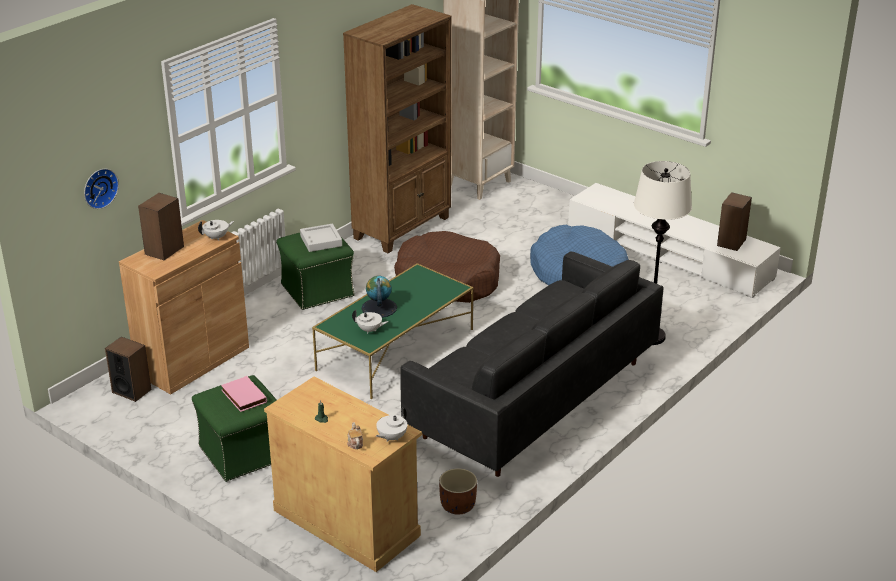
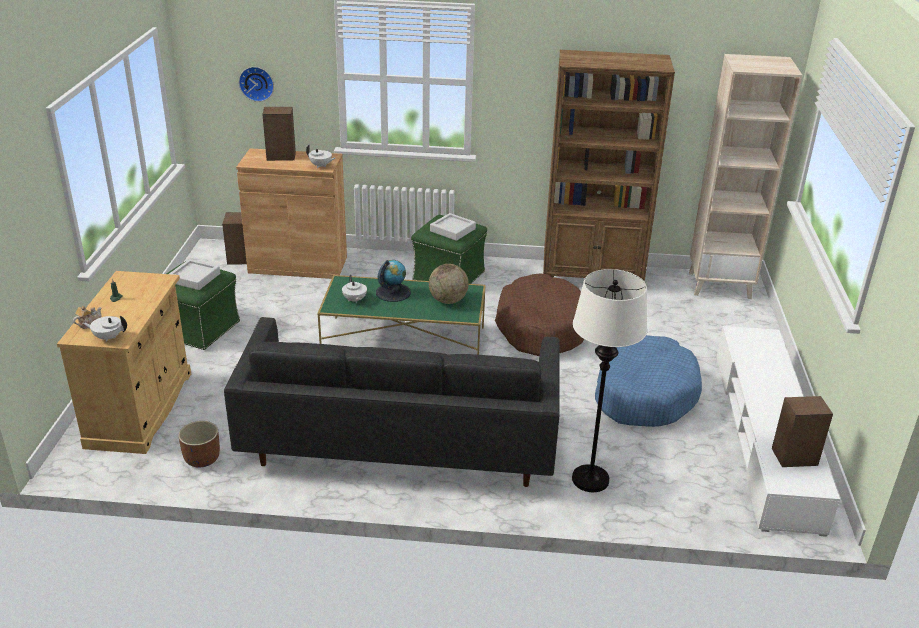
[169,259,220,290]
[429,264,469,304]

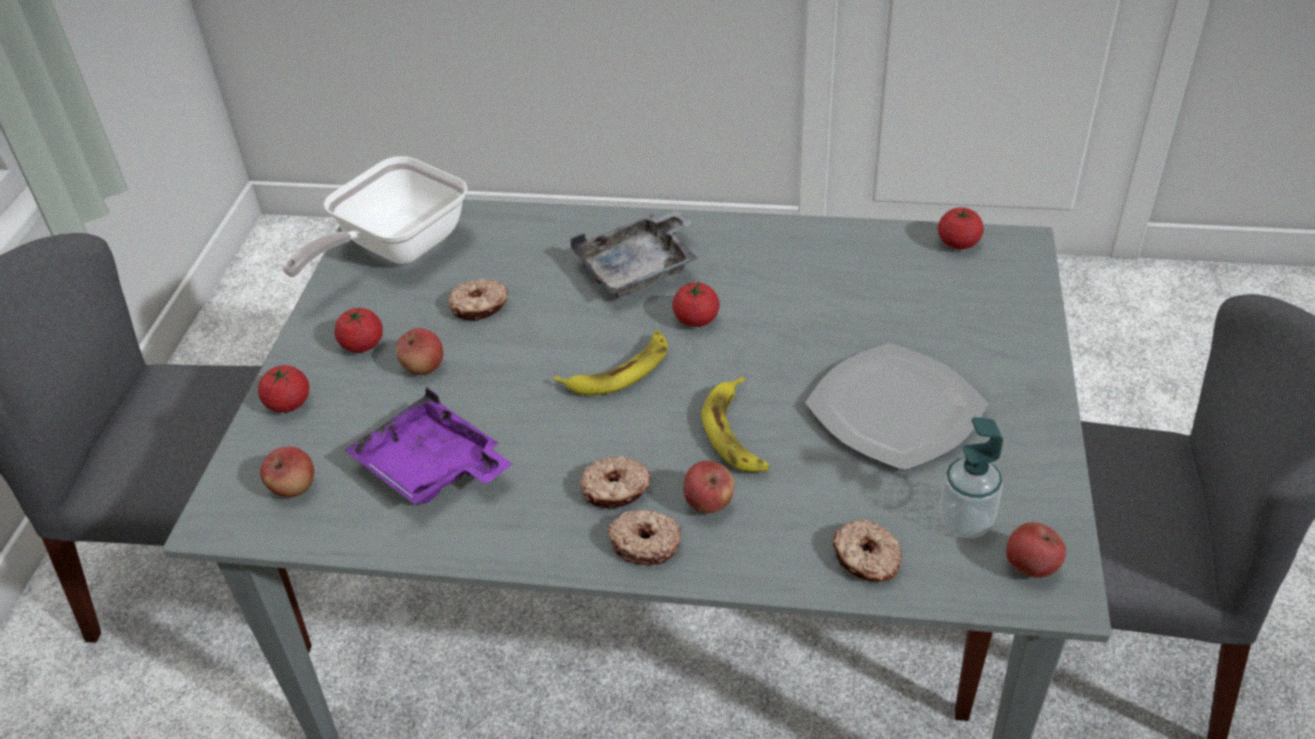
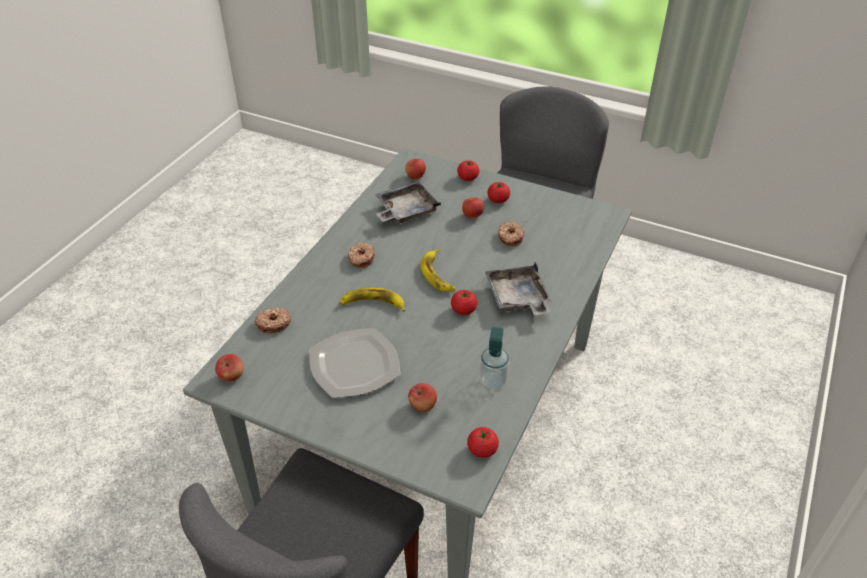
[283,156,467,277] (first image)
[375,181,441,223]
[479,327,509,389]
[408,383,437,412]
[607,510,681,565] (first image)

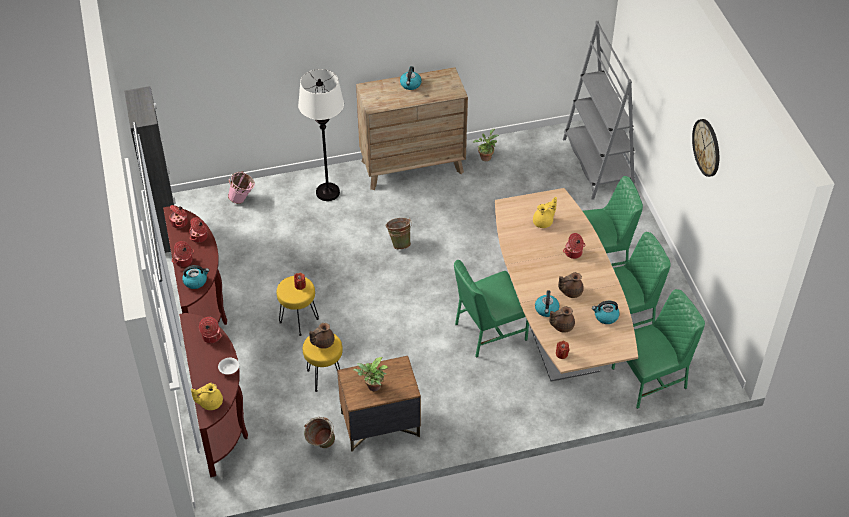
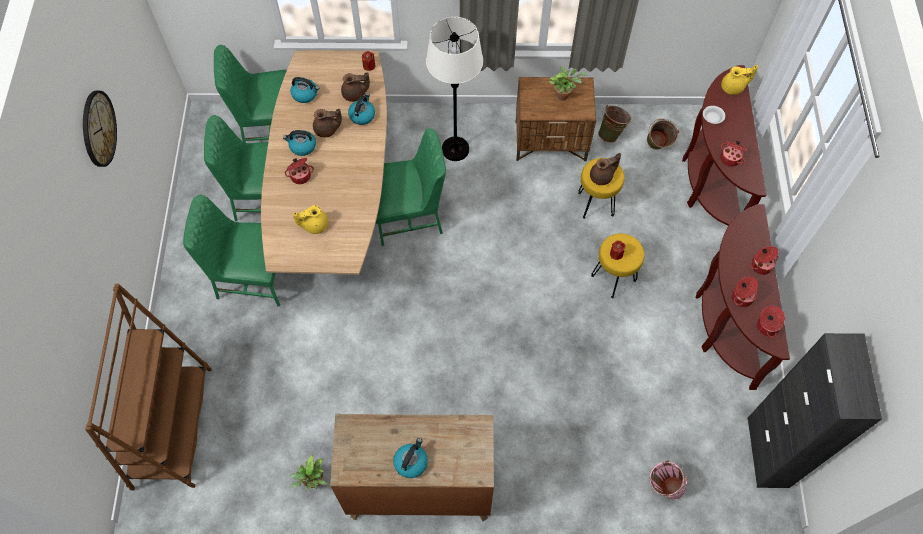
[85,284,212,490]
[426,17,483,161]
[647,119,679,149]
[283,130,316,156]

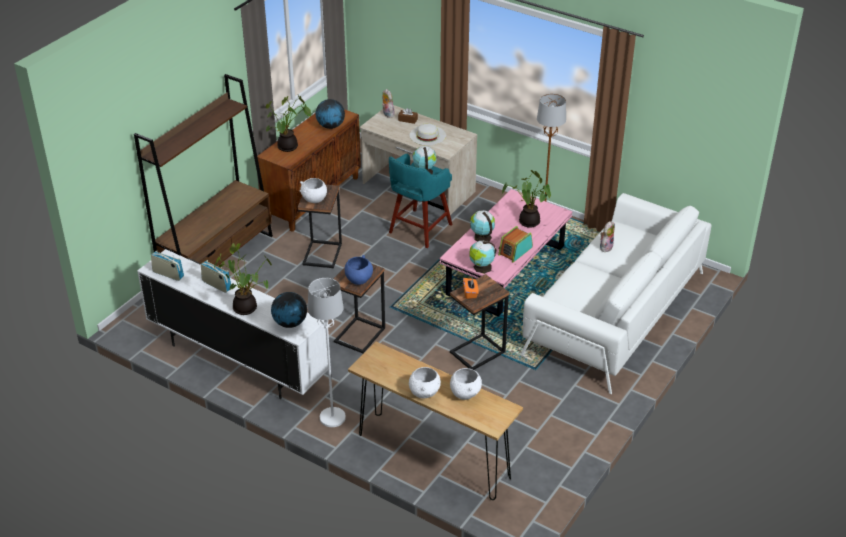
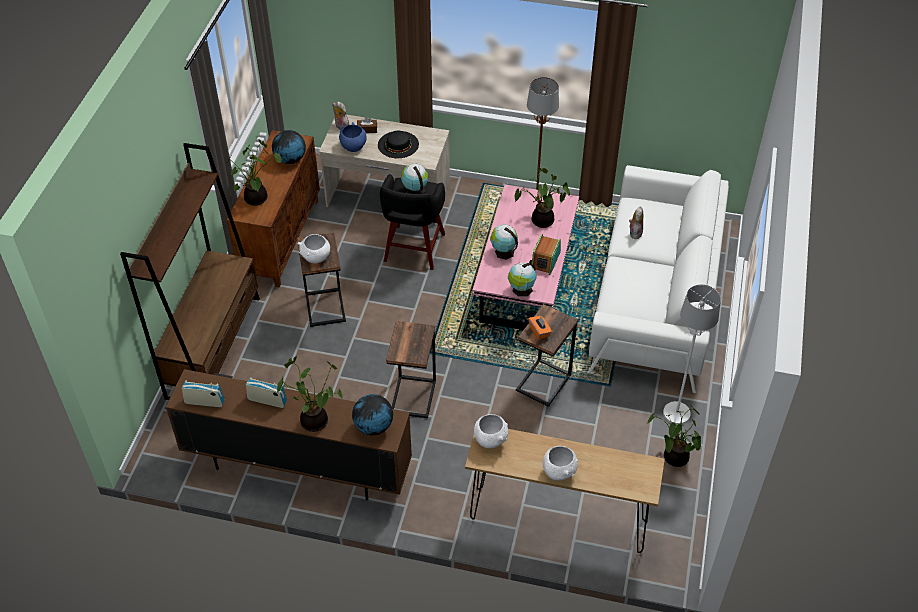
[378,131,419,158]
[380,174,445,270]
[166,369,412,500]
[339,122,367,152]
[663,284,721,425]
[474,414,508,449]
[647,407,701,467]

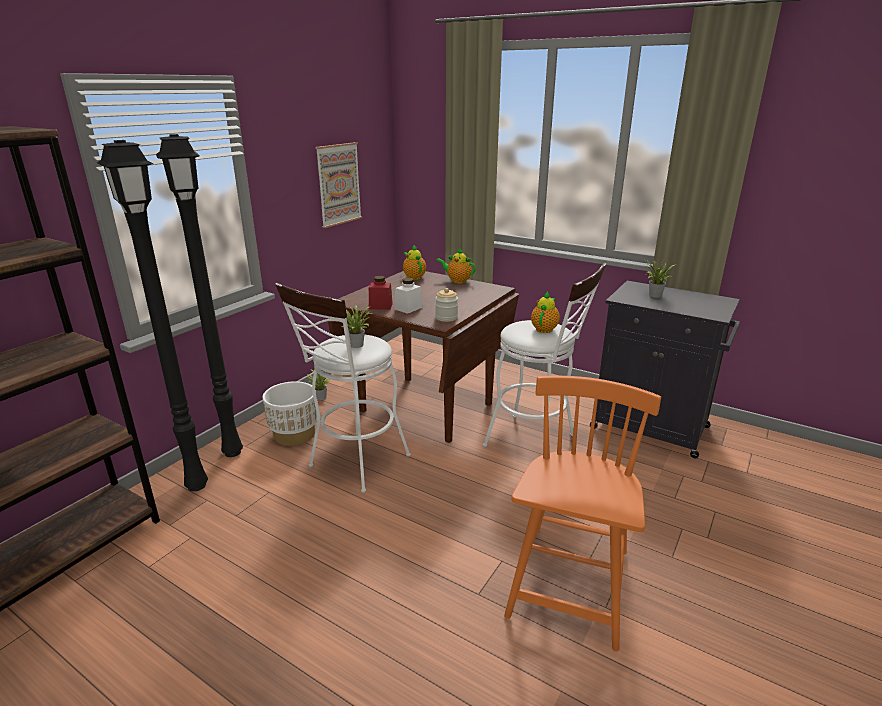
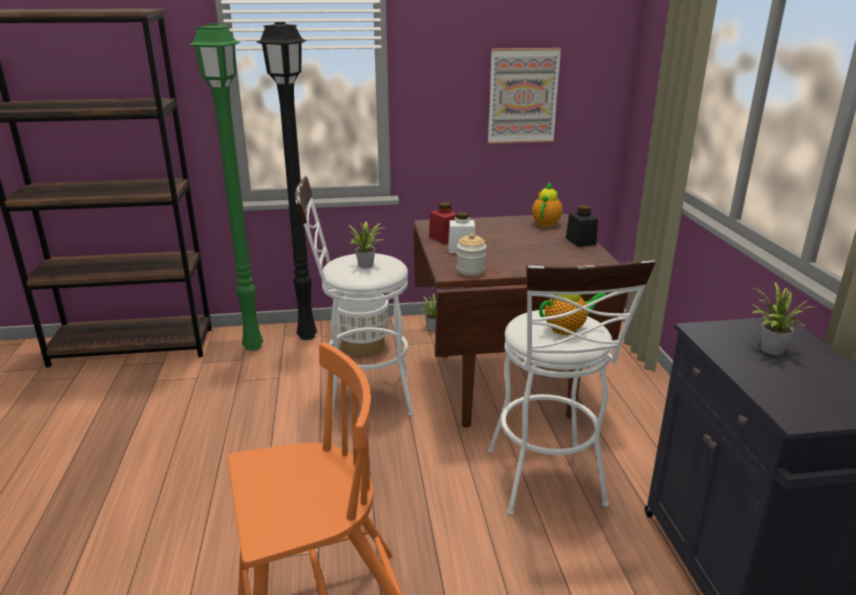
[189,23,263,351]
[566,205,598,247]

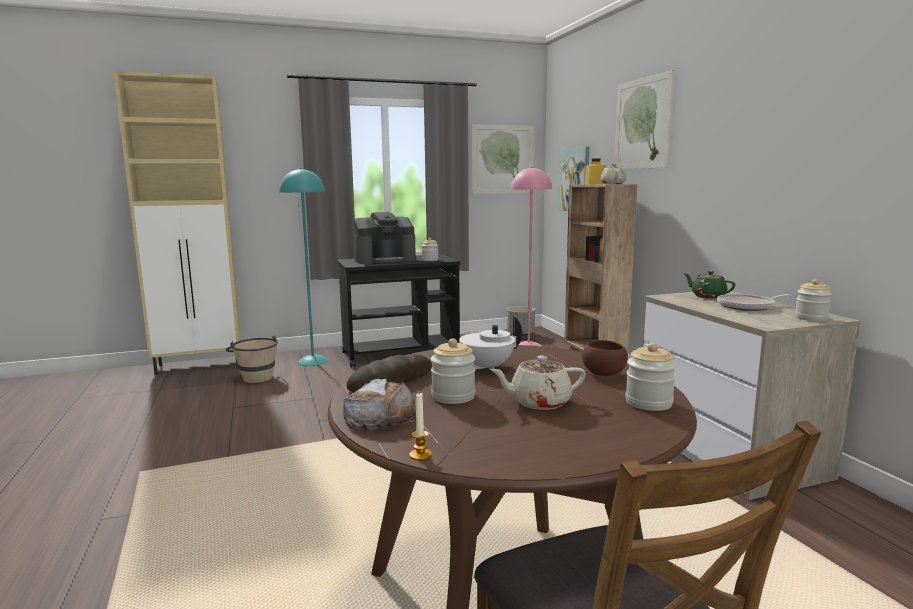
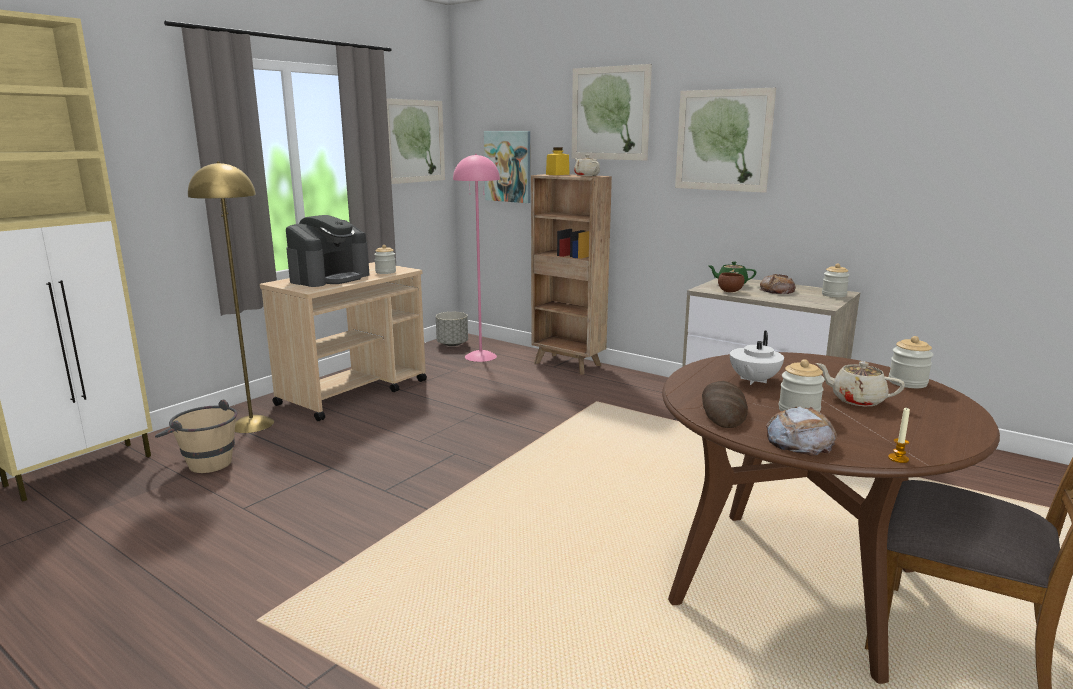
[188,161,274,433]
[260,262,427,421]
[760,274,796,294]
[718,272,745,292]
[816,361,905,406]
[675,88,776,193]

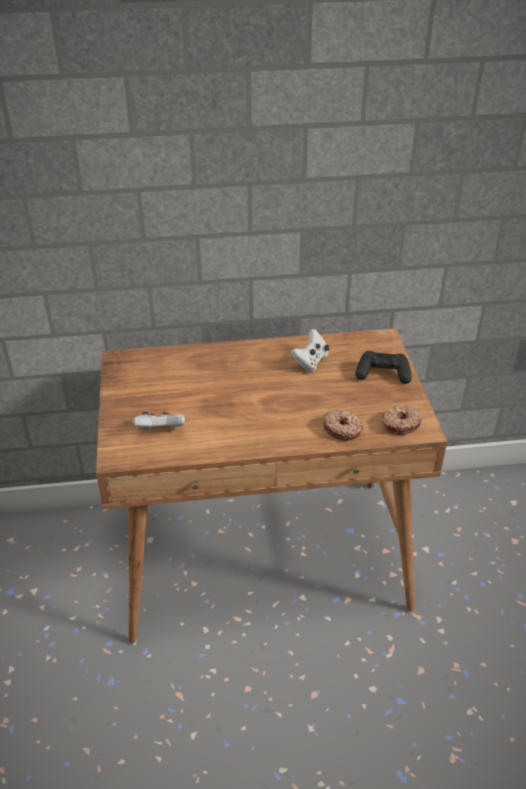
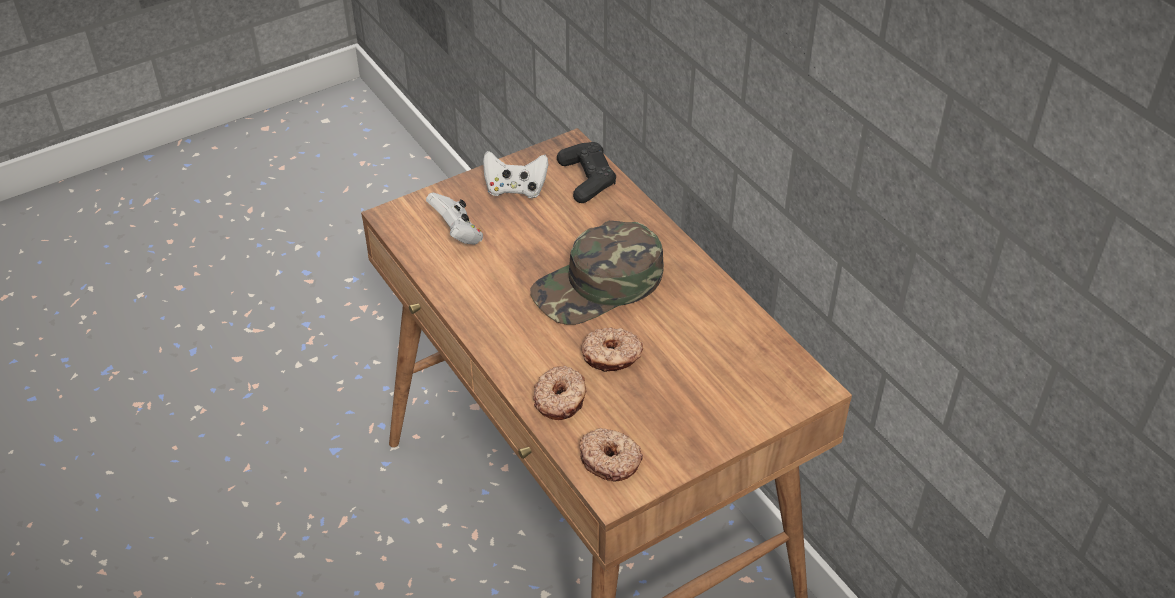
[483,151,548,198]
[557,142,616,203]
[530,221,664,325]
[582,327,643,372]

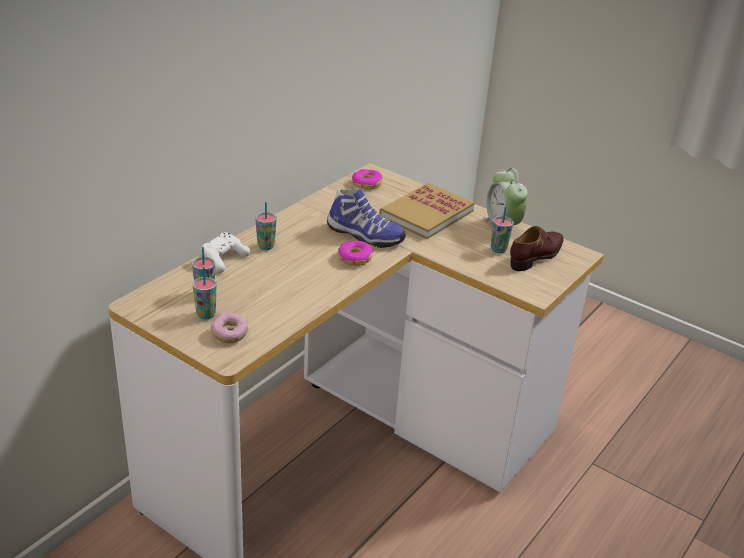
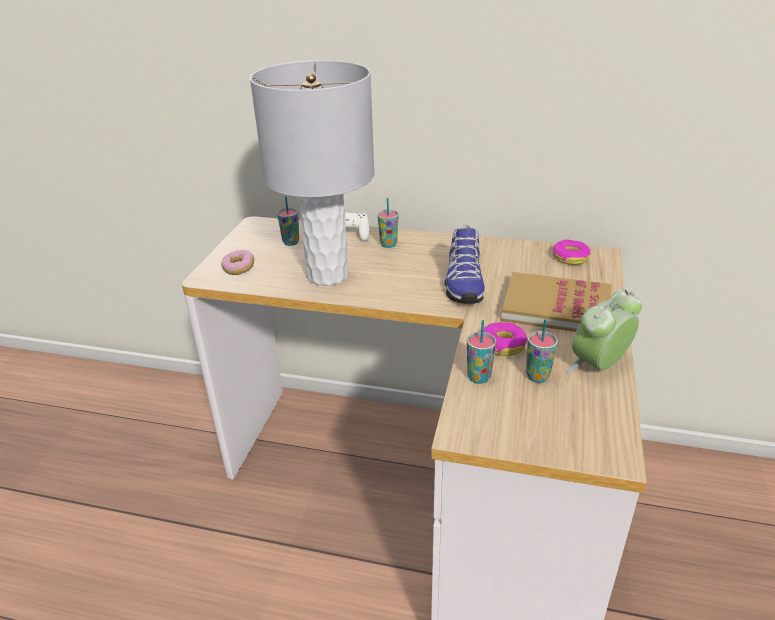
[510,226,564,271] (first image)
[483,322,527,356]
[467,320,496,384]
[250,60,375,286]

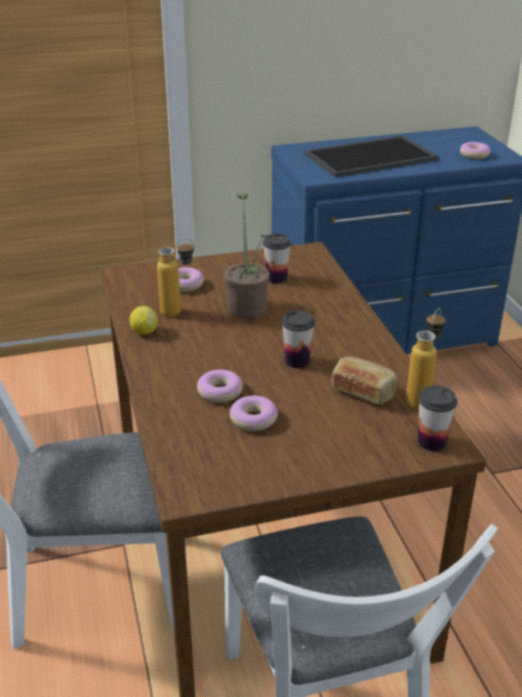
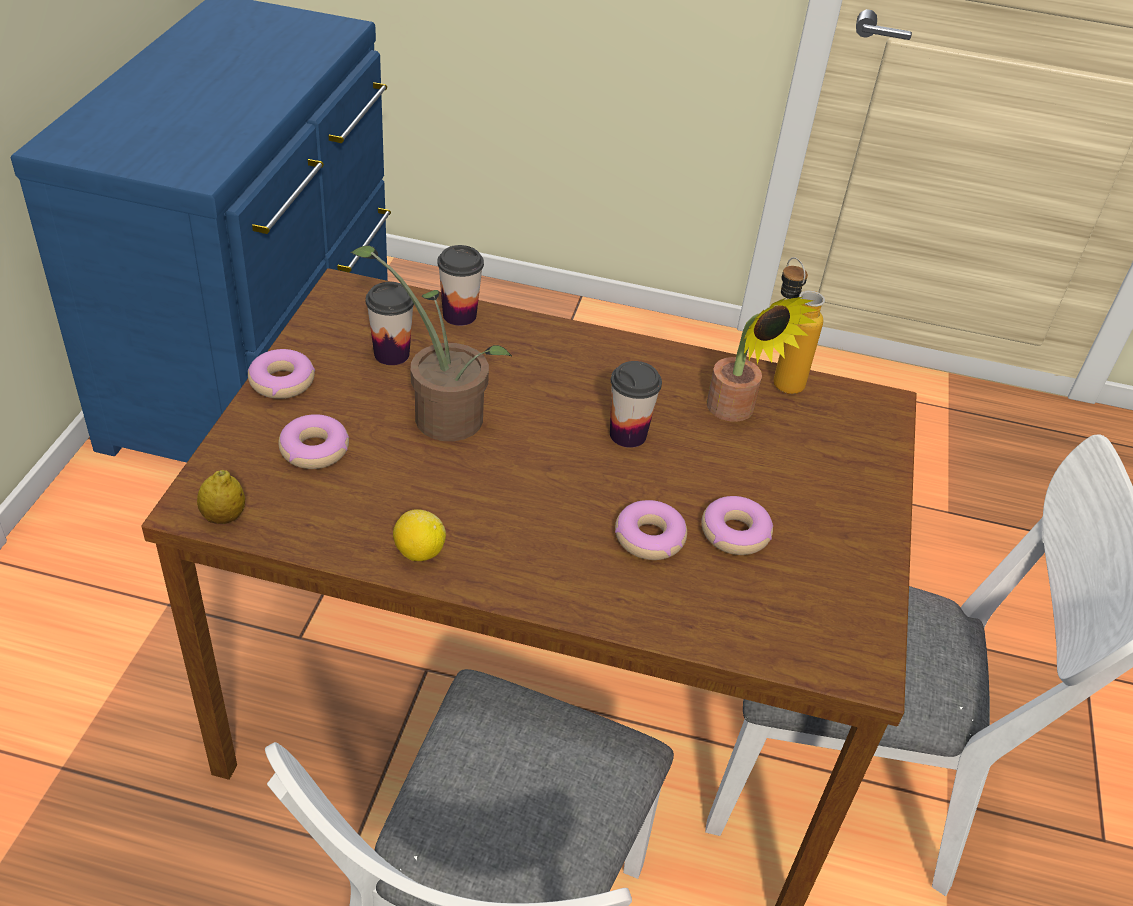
[304,135,438,177] (first image)
[248,349,315,399]
[157,238,195,317] (first image)
[707,297,818,422]
[437,245,484,326]
[197,470,245,524]

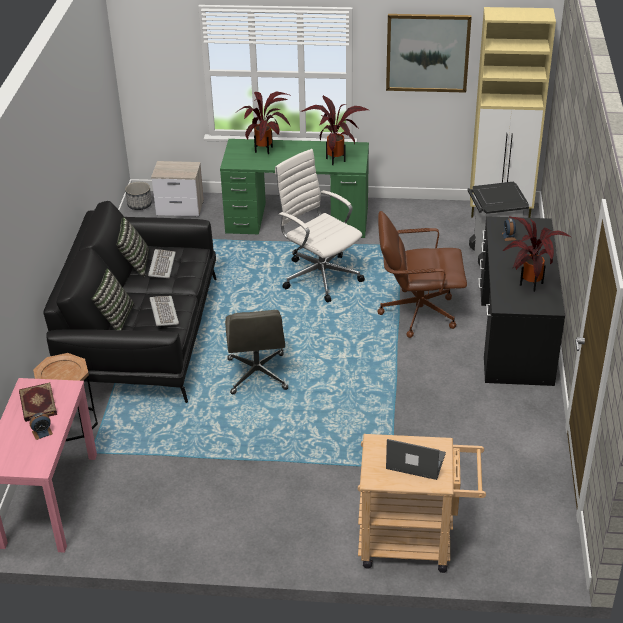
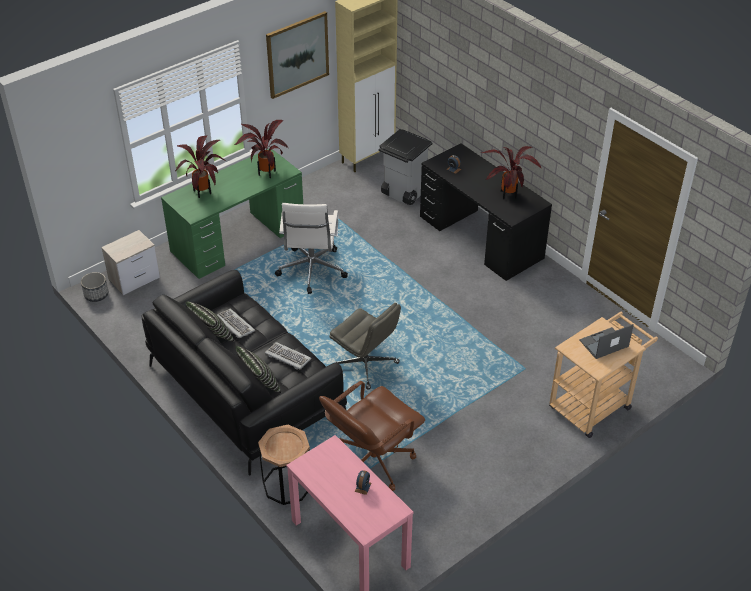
[275,203,348,294]
[319,381,425,491]
[19,382,57,422] (first image)

